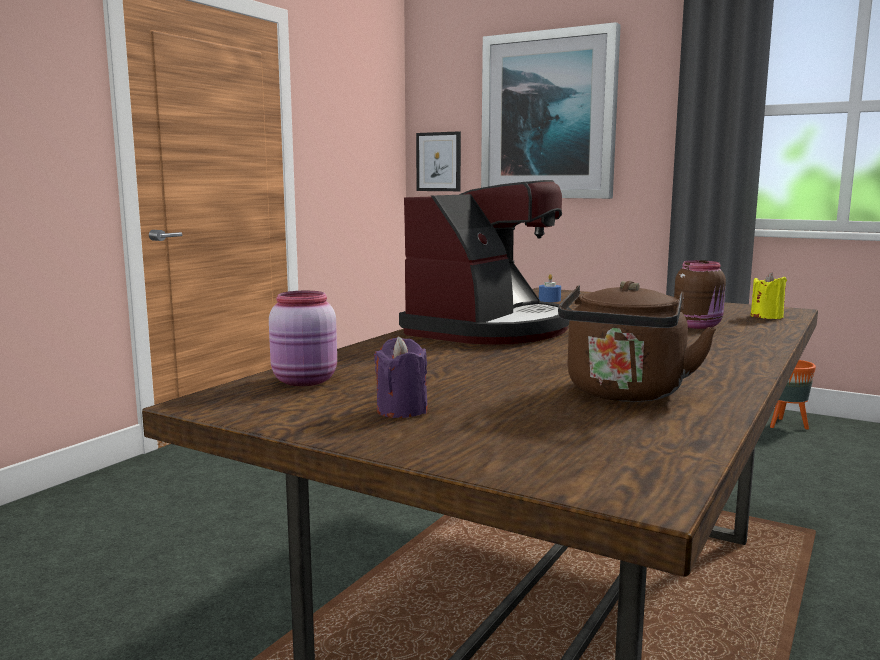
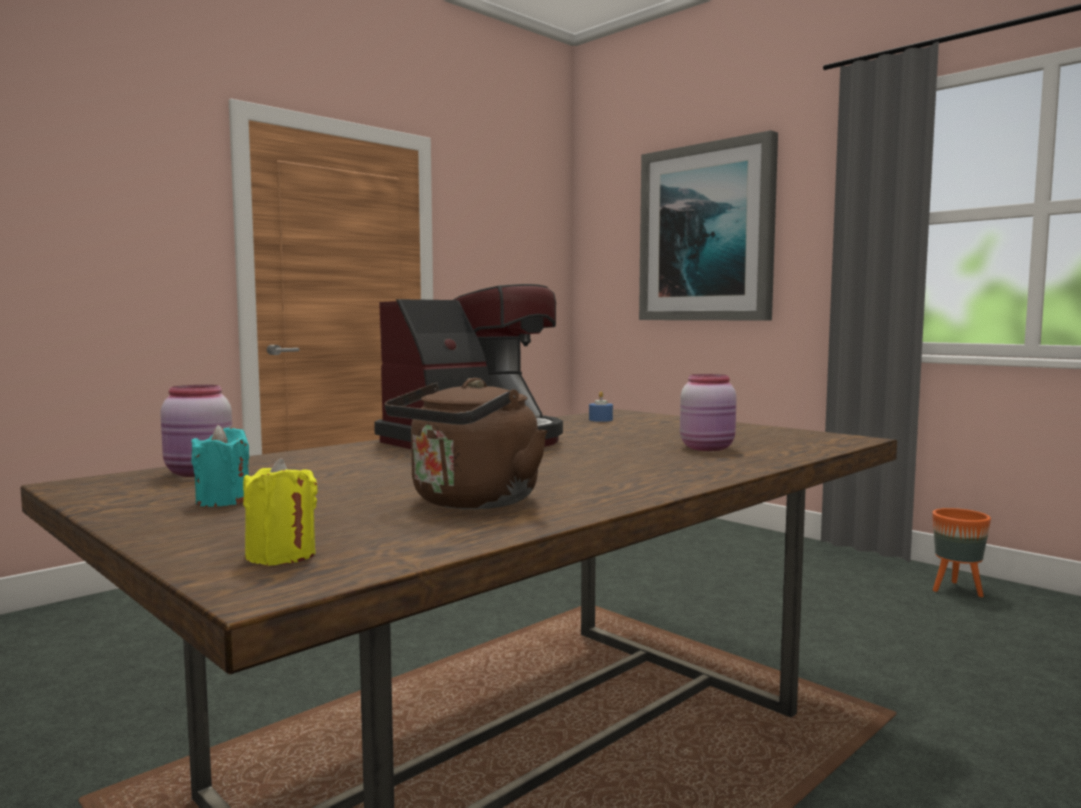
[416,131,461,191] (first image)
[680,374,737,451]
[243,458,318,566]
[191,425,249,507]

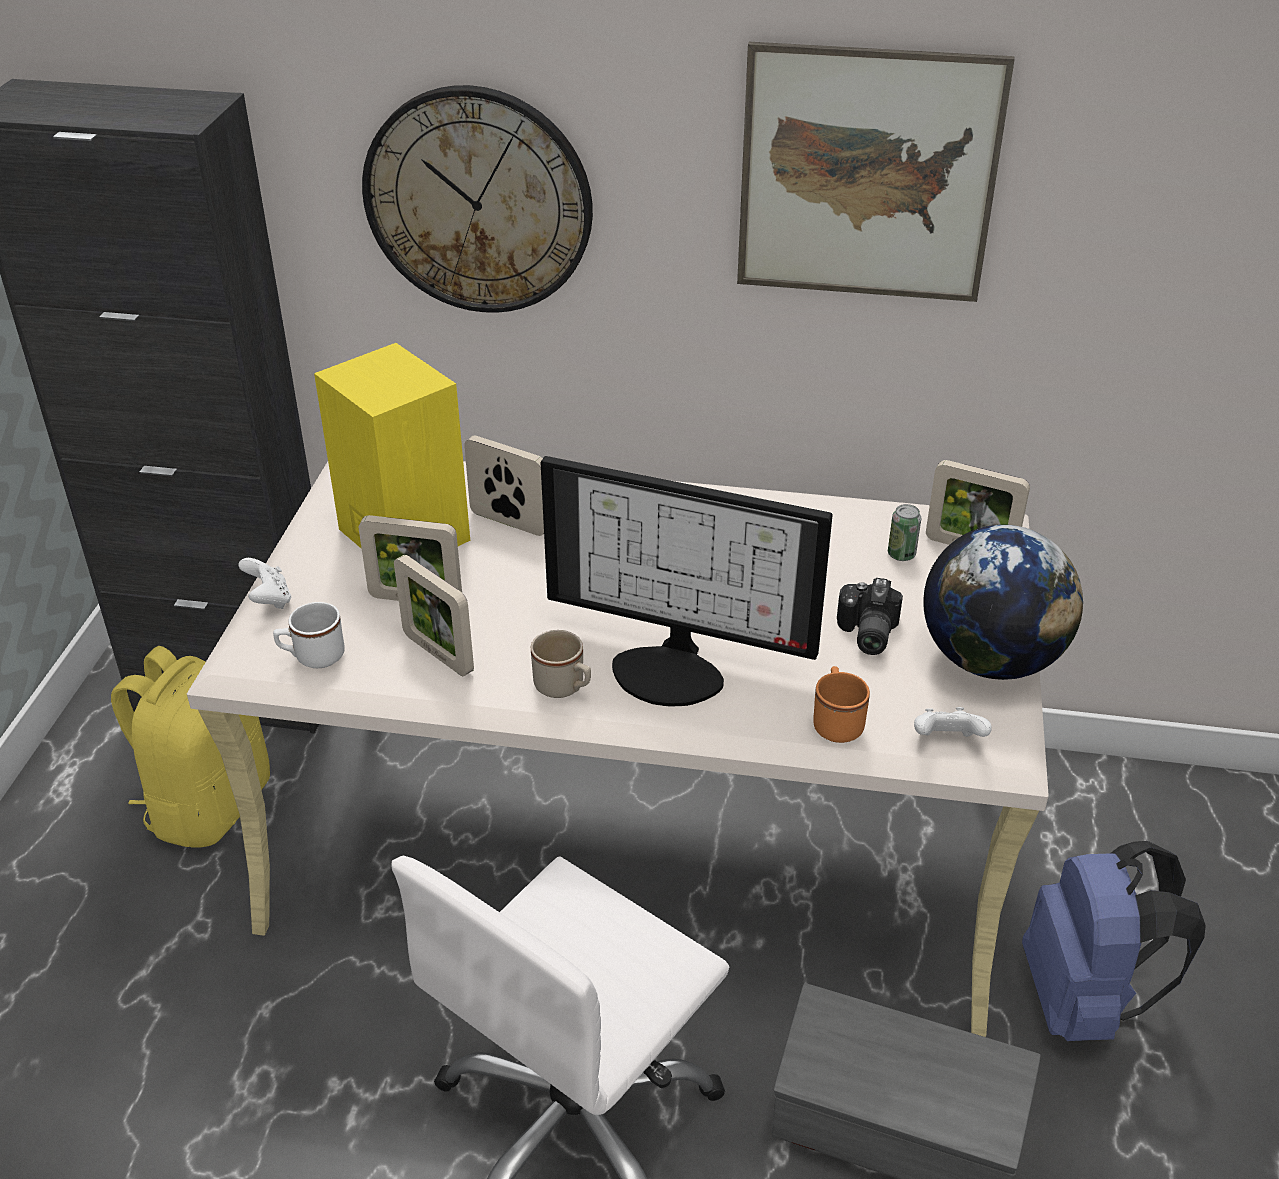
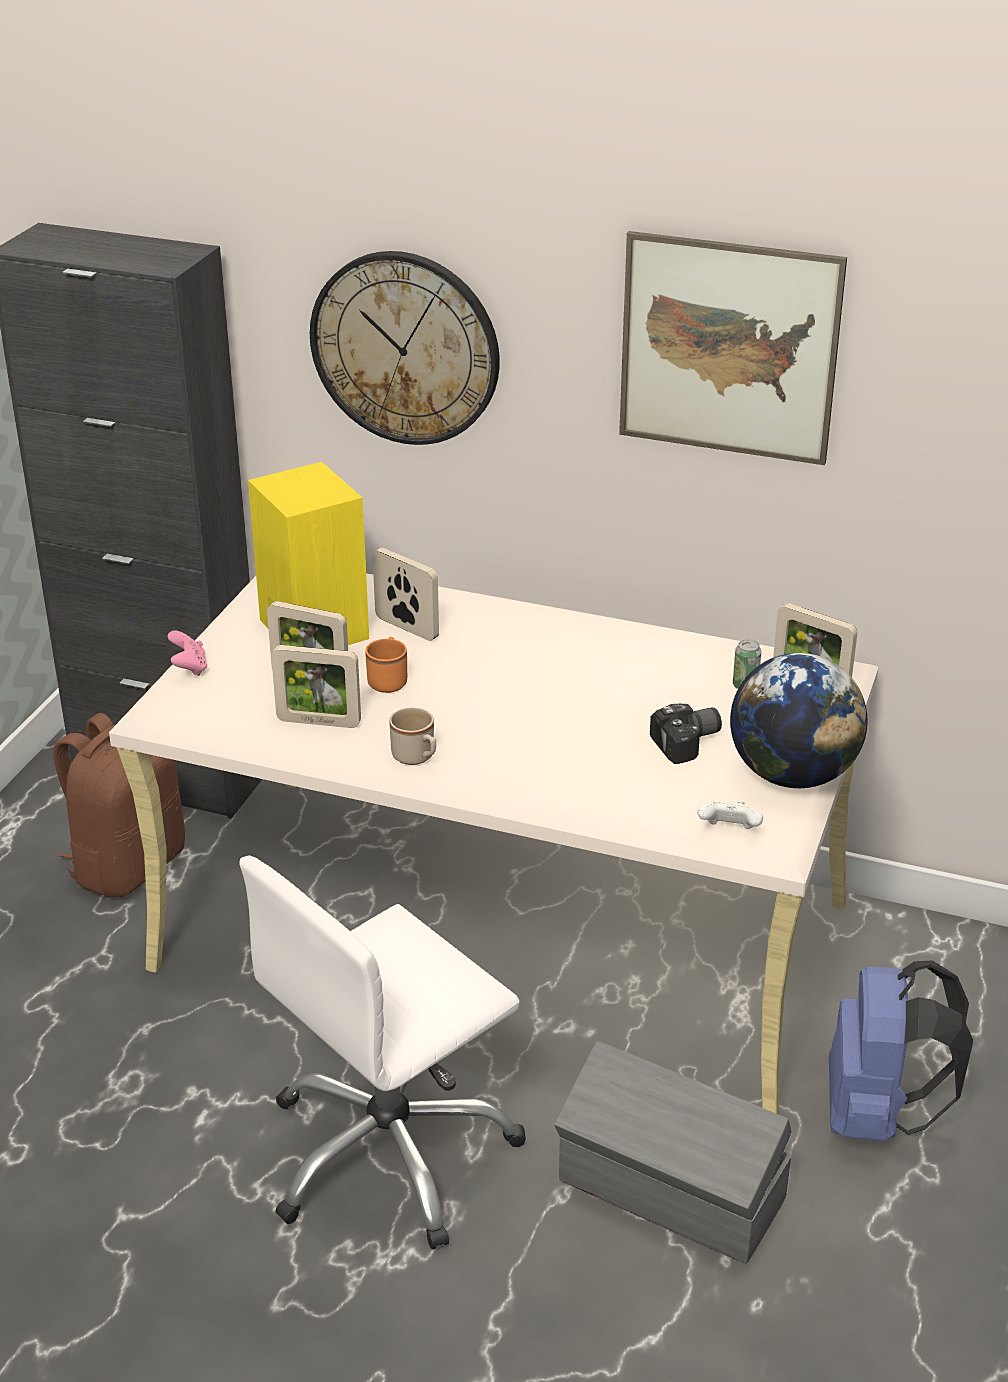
[541,456,833,706] (first image)
[271,645,361,728]
[168,631,208,676]
[650,703,722,764]
[273,602,345,668] (first image)
[53,713,185,898]
[365,637,407,693]

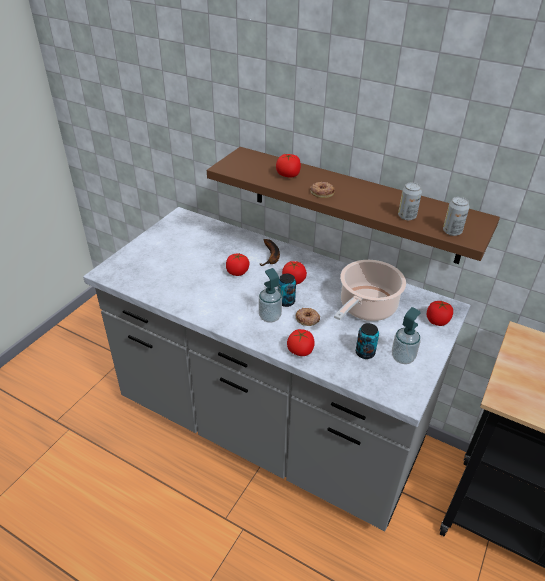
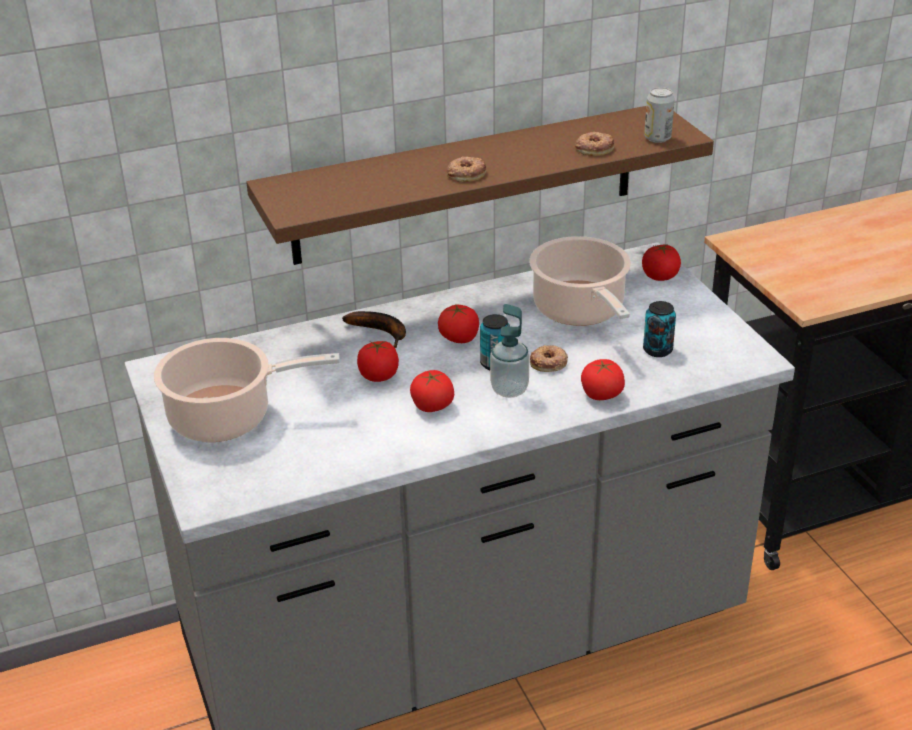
[410,370,454,412]
[575,131,614,156]
[392,307,420,364] (first image)
[154,338,340,442]

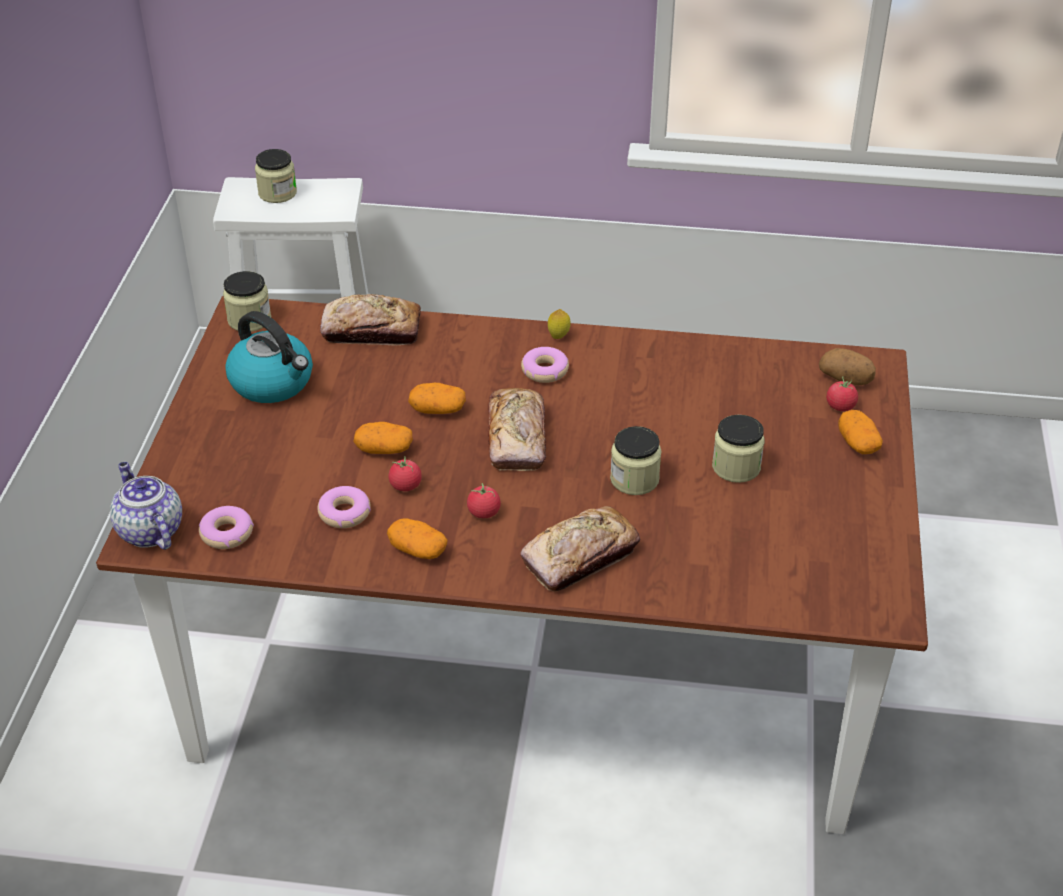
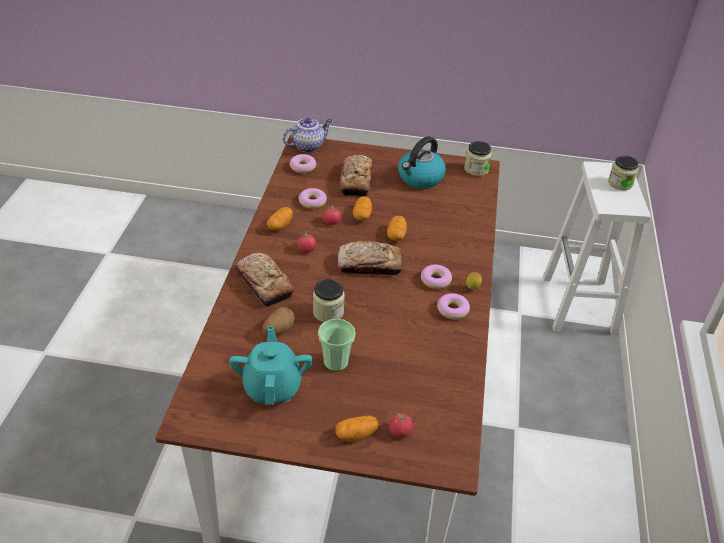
[340,155,373,197]
[262,307,295,336]
[318,319,356,372]
[437,293,470,319]
[229,326,313,405]

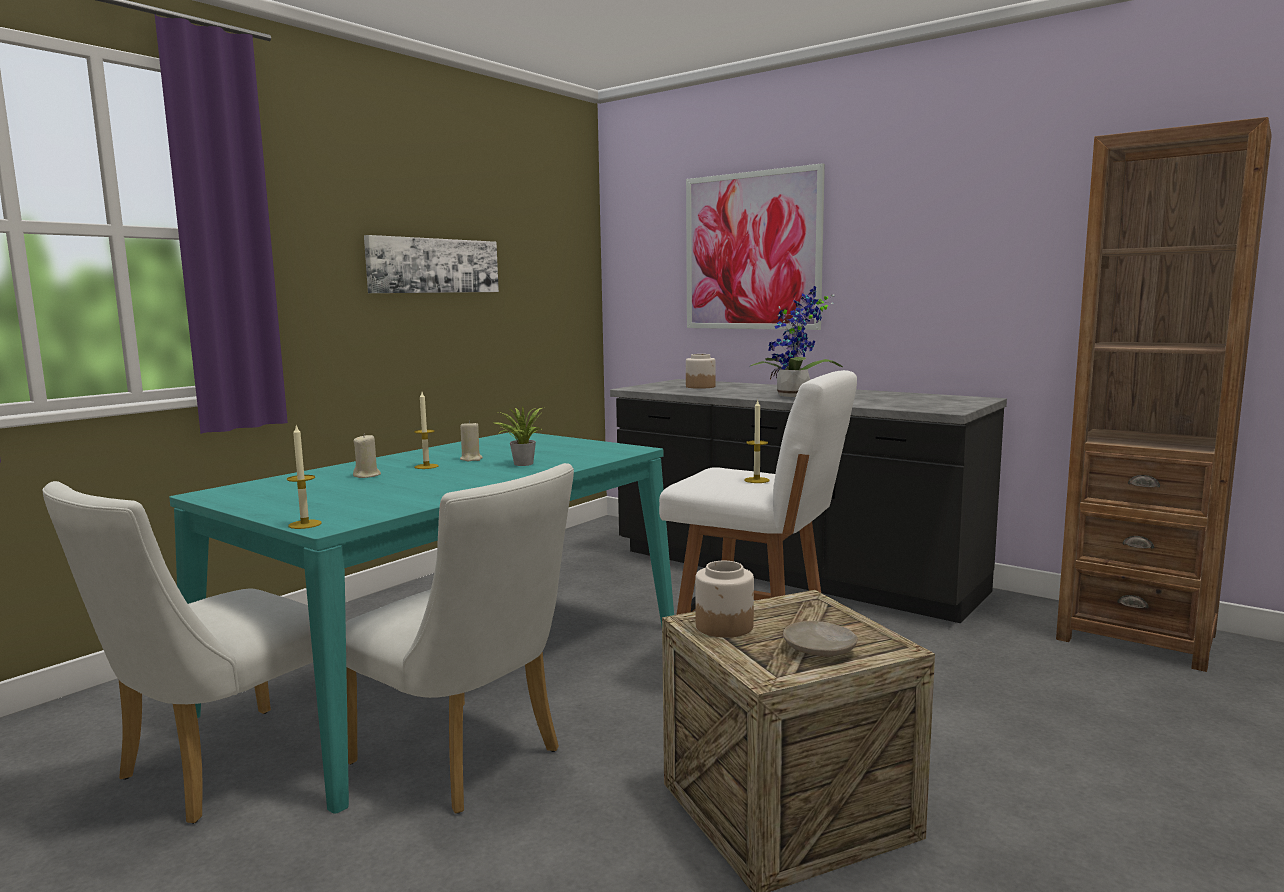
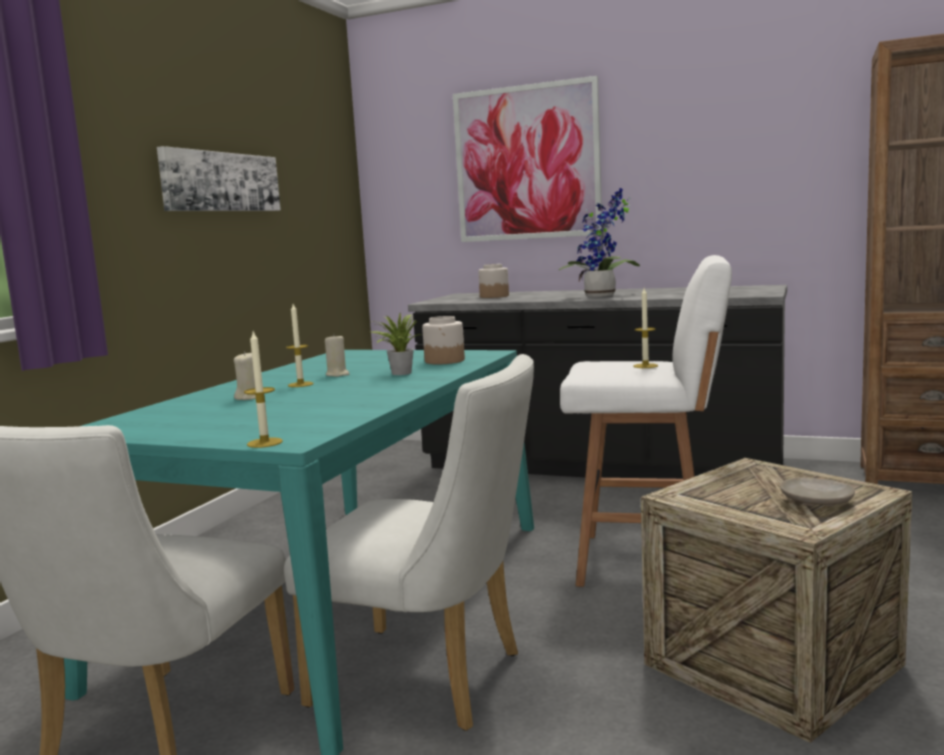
[422,316,465,364]

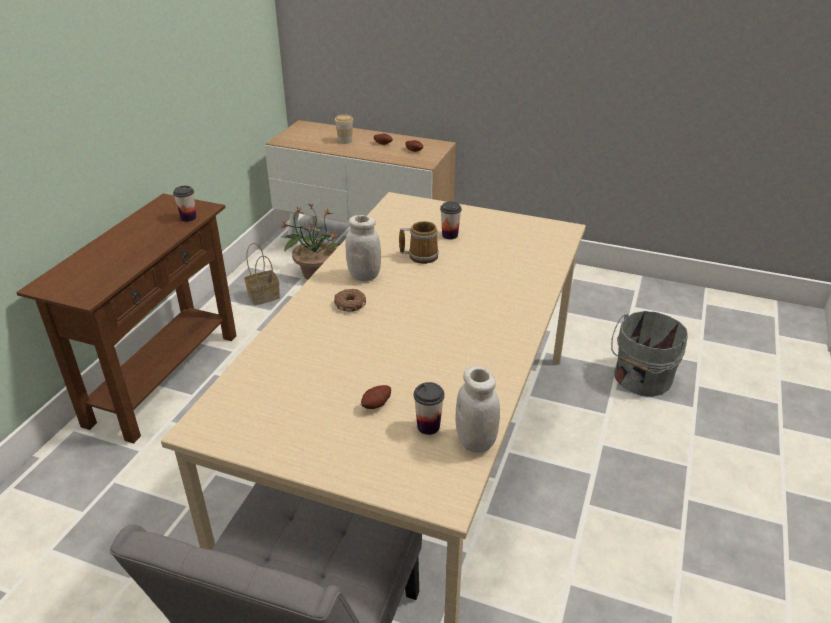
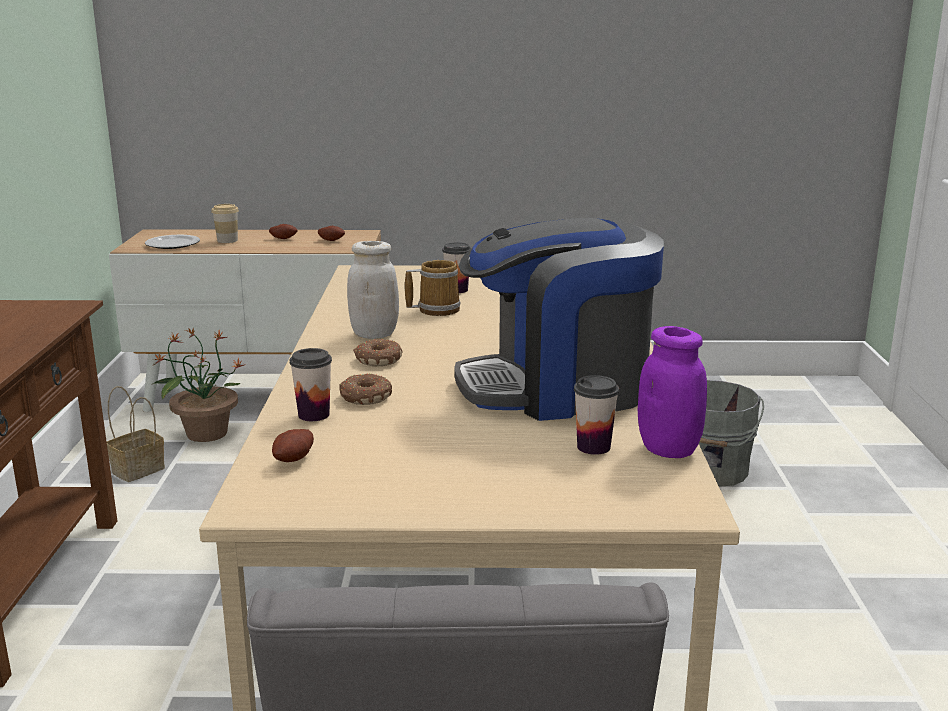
[290,348,332,421]
[638,326,707,458]
[272,429,314,462]
[454,218,664,421]
[145,235,200,249]
[339,373,392,405]

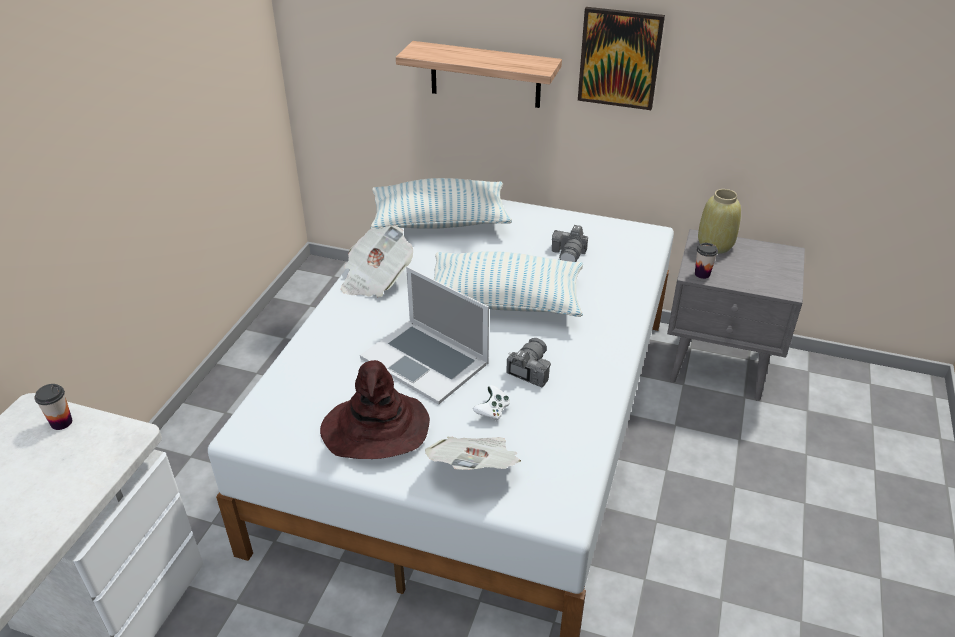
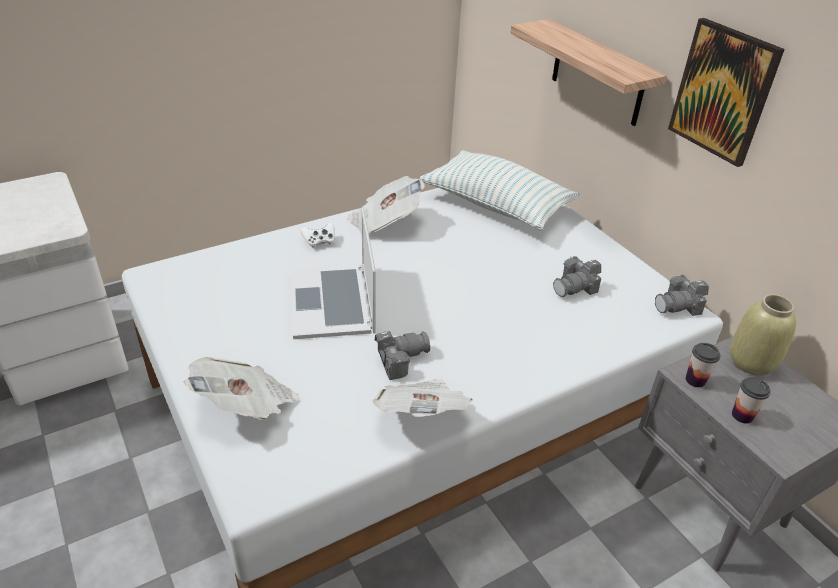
[434,251,583,317] (first image)
[320,360,430,459] (first image)
[732,377,771,424]
[300,223,335,248]
[655,274,709,316]
[372,379,473,417]

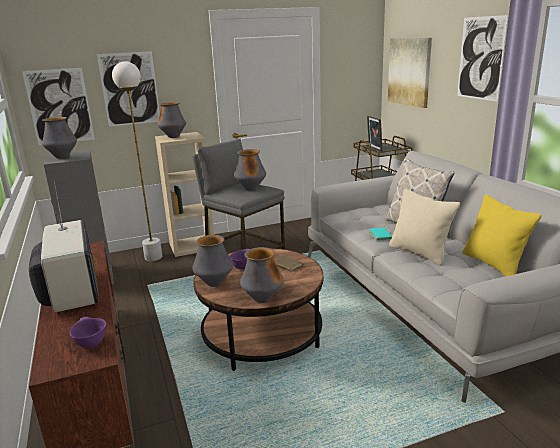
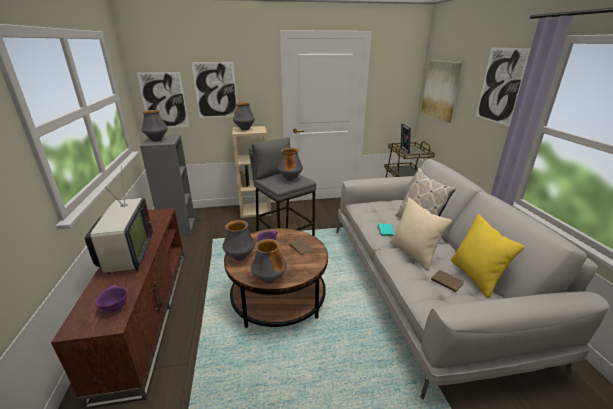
[112,61,162,261] (first image)
[431,270,464,293]

